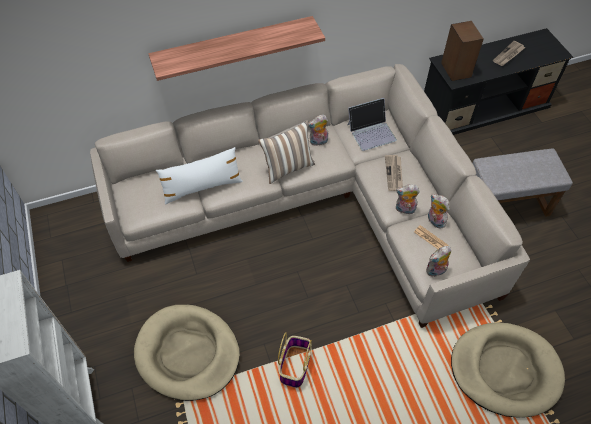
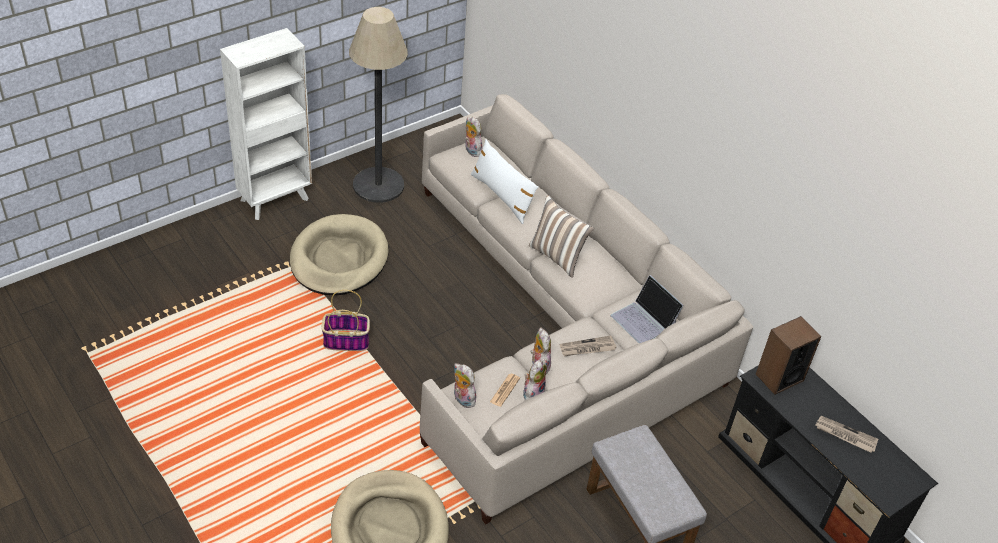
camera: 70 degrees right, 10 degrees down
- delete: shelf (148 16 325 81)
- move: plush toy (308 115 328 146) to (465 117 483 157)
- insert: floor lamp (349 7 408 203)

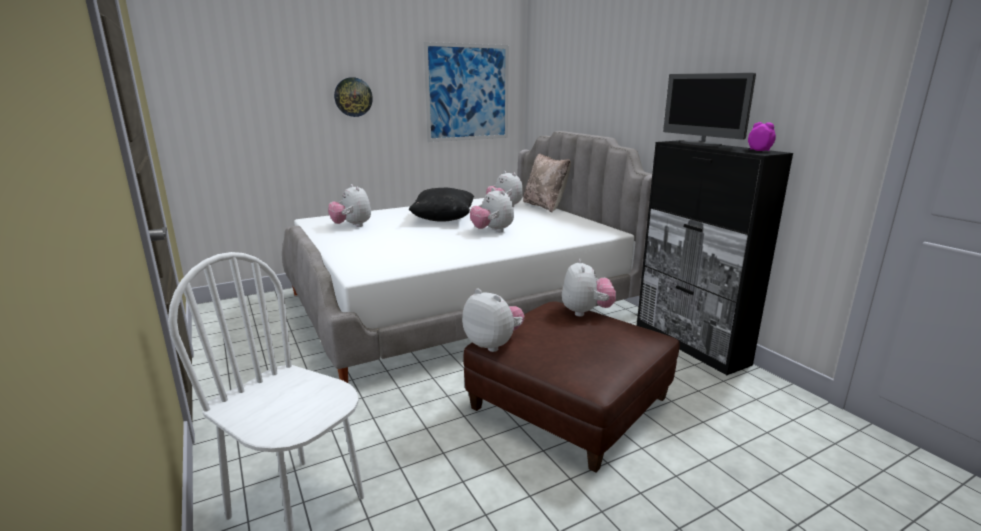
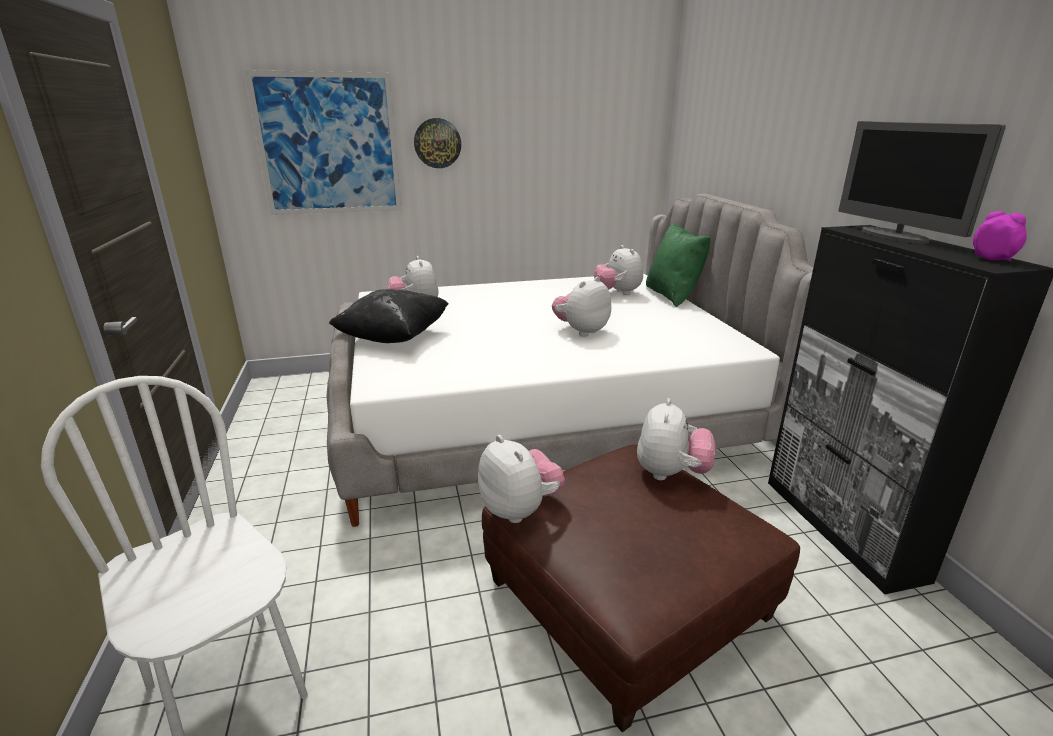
camera: 15 degrees right, 5 degrees up
- move: pillow/black (408 188 474 222) to (329 289 449 343)
- move: picture (424 42 509 142) to (245 70 402 215)
- rotate: plush toy (470 188 514 232) = (552 277 611 337) 60 degrees clockwise
- recolor: pillow/beige (523 153 571 213) to pillow/green (646 223 710 307)

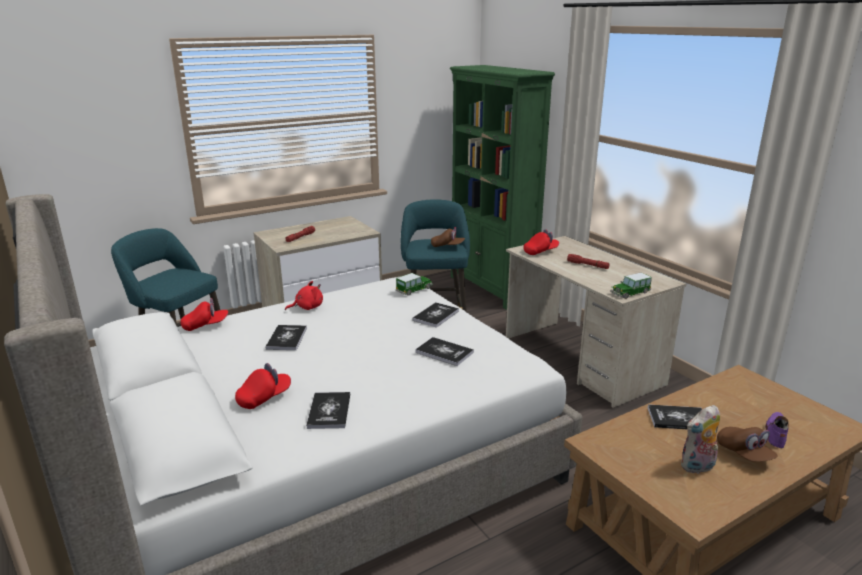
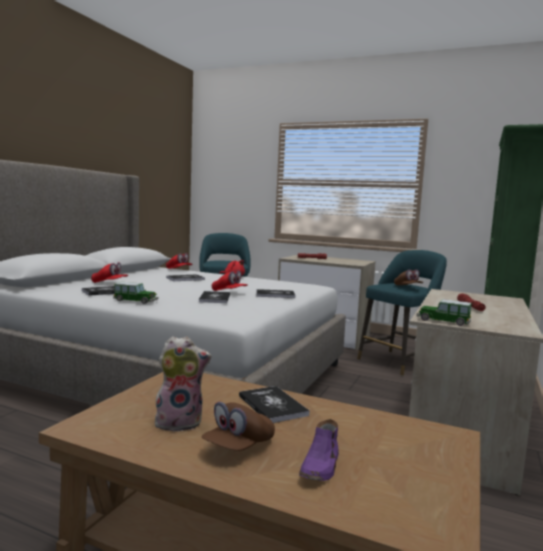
camera: 55 degrees right, 15 degrees down
- move: toy car (396 273 433 295) to (113 282 158 304)
- move: cap/red (523 229 559 255) to (212 271 248 291)
- rotate: plush toy (680 405 720 474) = (155 336 212 432) 135 degrees clockwise
- rotate: shoe/purple (765 412 789 448) = (299 419 339 481) 120 degrees clockwise

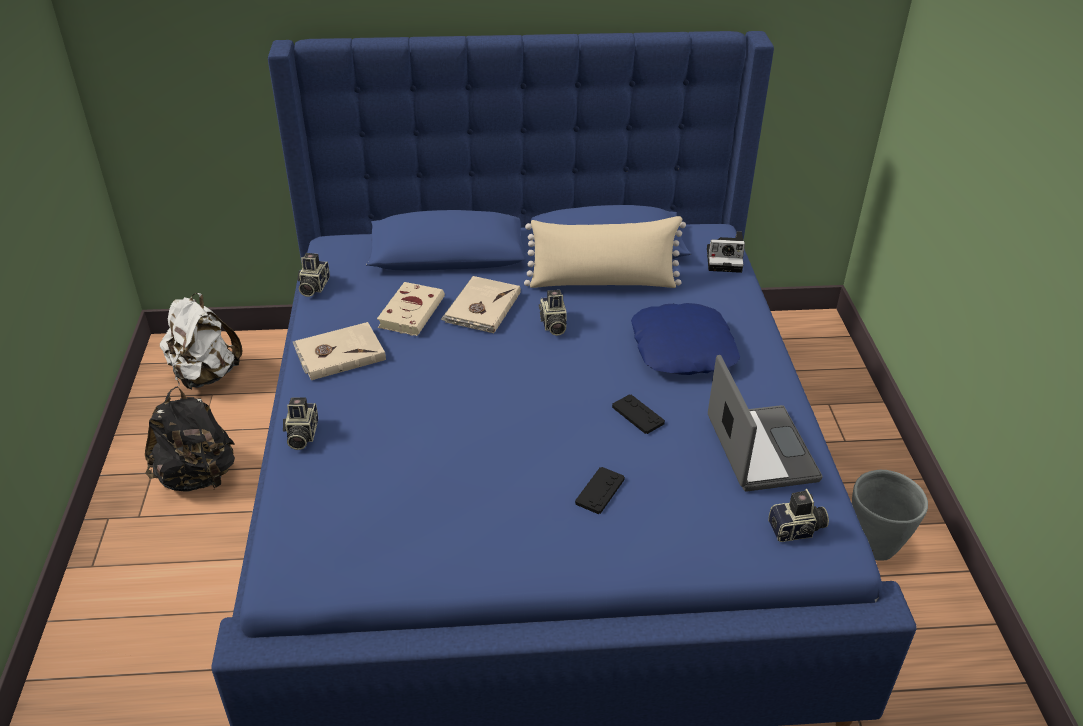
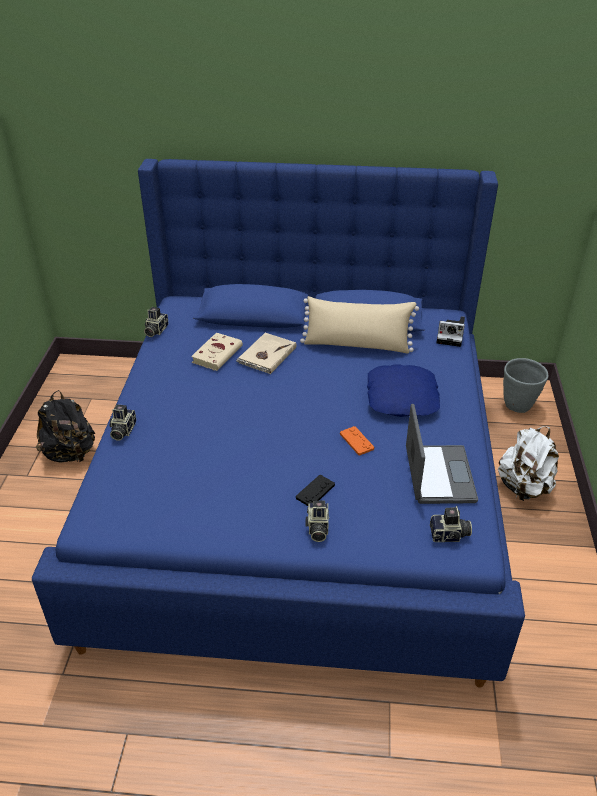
camera: 10 degrees right, 0 degrees up
- move: backpack/white (160 293 243 389) to (498 426 559 501)
- delete: book/beige (293 322 386 380)
- move: photo camera (539 290 567 336) to (306 500 329 542)
- recolor: game controller/black (612 394 665 434) to game controller/orange (340 426 374 455)
- move: planter/grey (852 470 928 561) to (503 358 548 413)

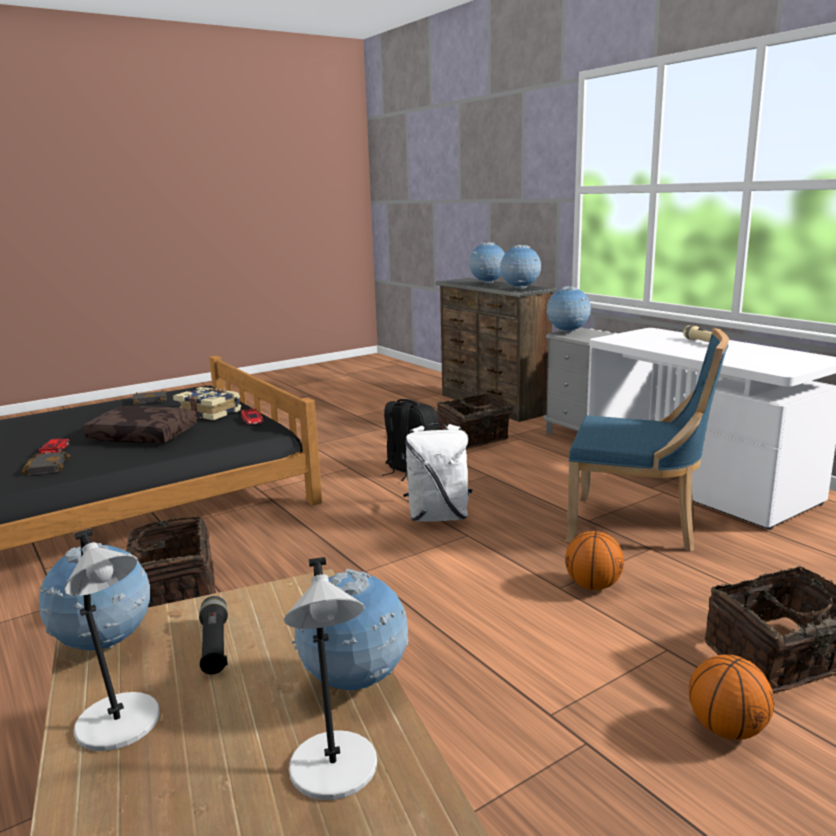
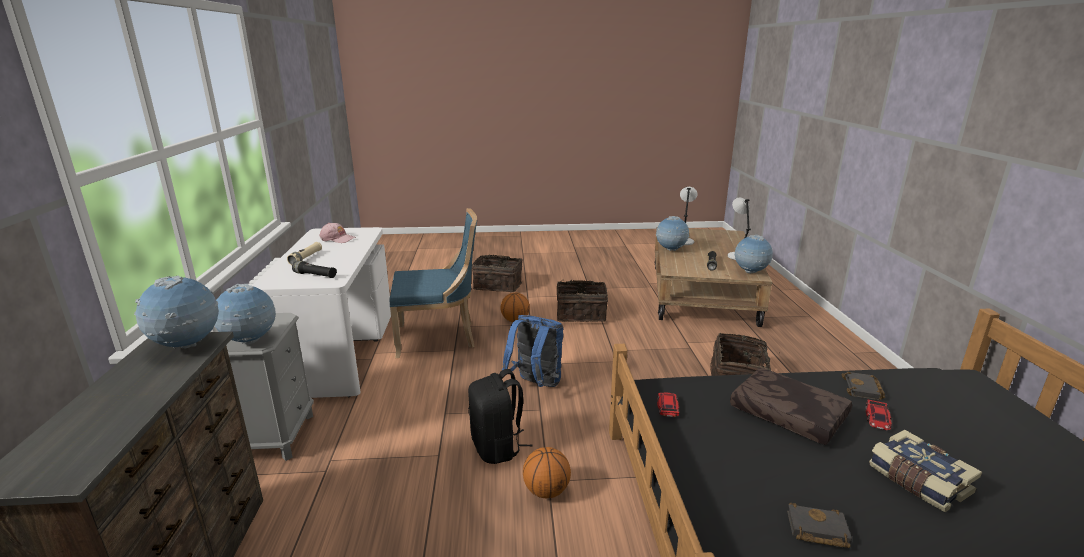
camera: 150 degrees left, 5 degrees up
- move: book (173 387 241 420) to (869 430 982 512)
- recolor: backpack/white (403 423 472 522) to backpack/blue (502 315 563 387)
- move: basket (437 393 516 449) to (557 279 608 322)
- delete: globe (469 242 505 284)
- rotate: chair/blue (565 328 729 551) = (389 208 477 358) 120 degrees clockwise
- move: basketball (689 655 774 740) to (523 447 571 499)
- insert: flashlight/black (292 261 337 278)
- insert: cap/pink (319 223 356 243)

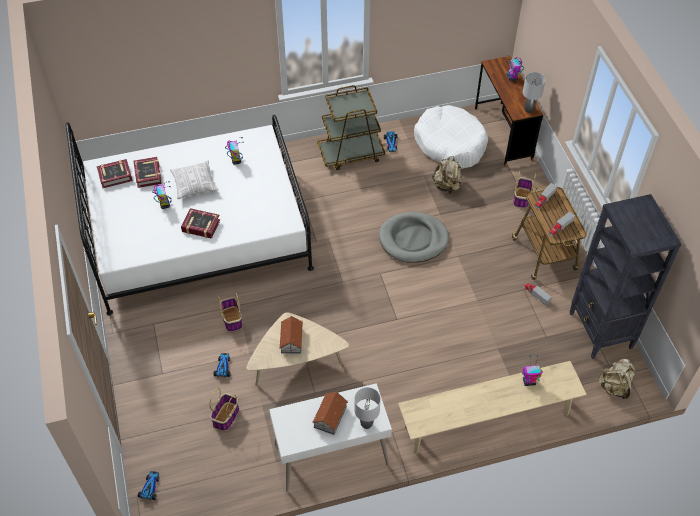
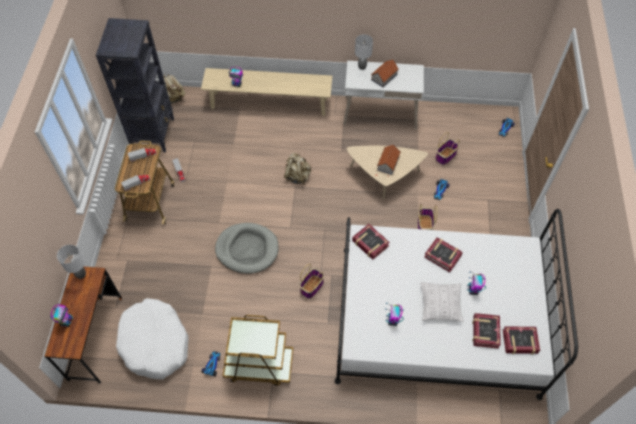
camera: 160 degrees left, 5 degrees up
- move: backpack/beige (432 156 462 194) to (284 153 311 185)
- move: basket (513 171 536 208) to (299 264 324 299)
- insert: book (352 224 390 260)

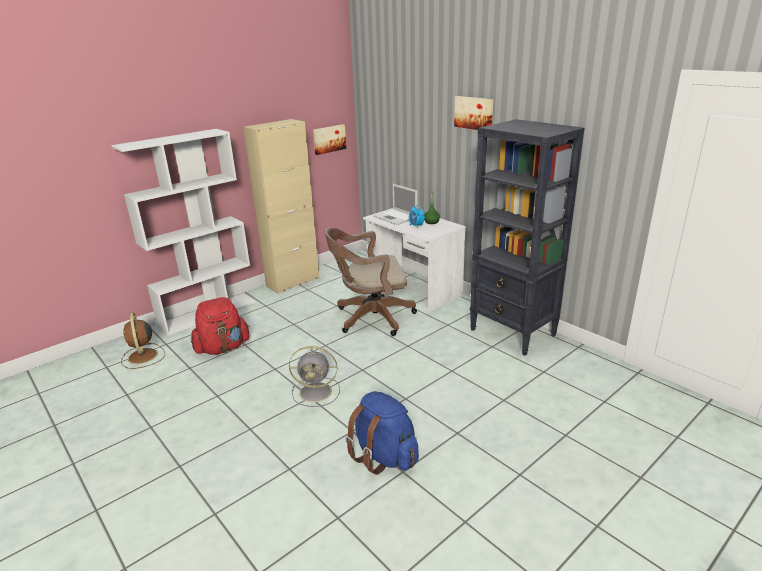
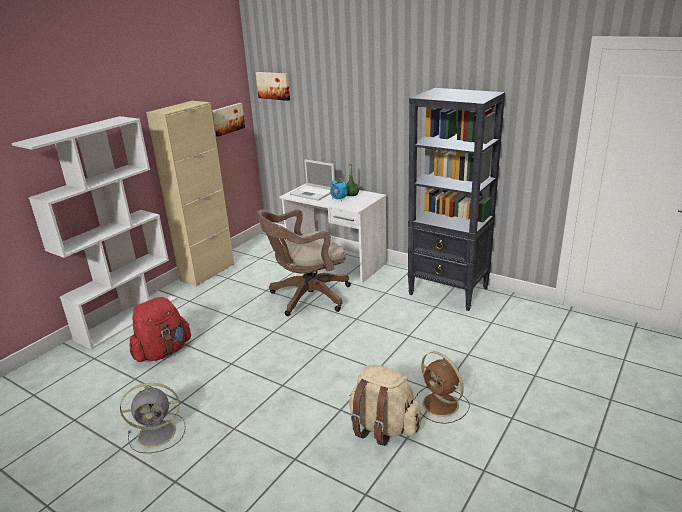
camera: 15 degrees left, 0 degrees up
- move: fan/brown (121 312 165 369) to (414 351 470 424)
- move: fan/grey (289 346 340 407) to (120 383 186 453)
- recolor: backpack/blue (346 391 419 475) to backpack/beige (349 365 421 446)
- move: picture (454 96 493 130) to (256 72 290 101)

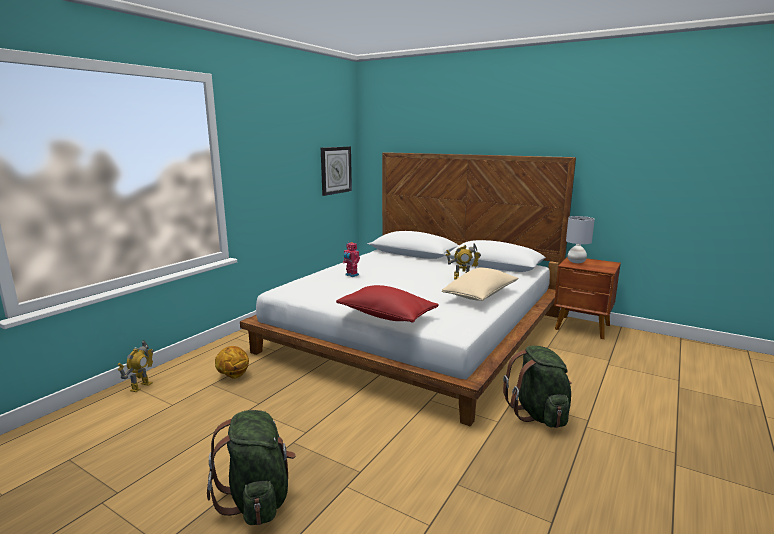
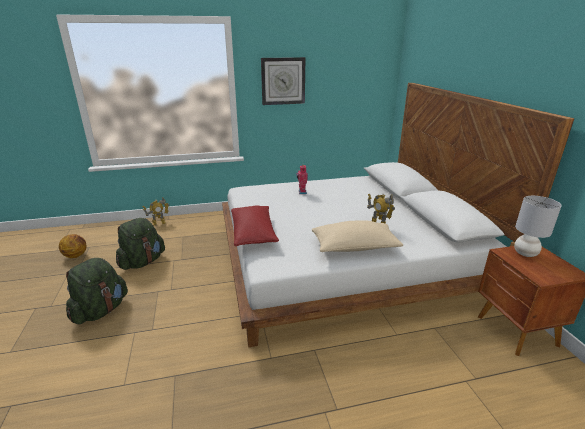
camera: 45 degrees right, 10 degrees up
- move: basketball (215 346 249 379) to (59 234 86 258)
- move: wall clock (321 147 352 196) to (261 57 305 105)
- move: backpack/green (503 345 571 428) to (116 218 165 270)

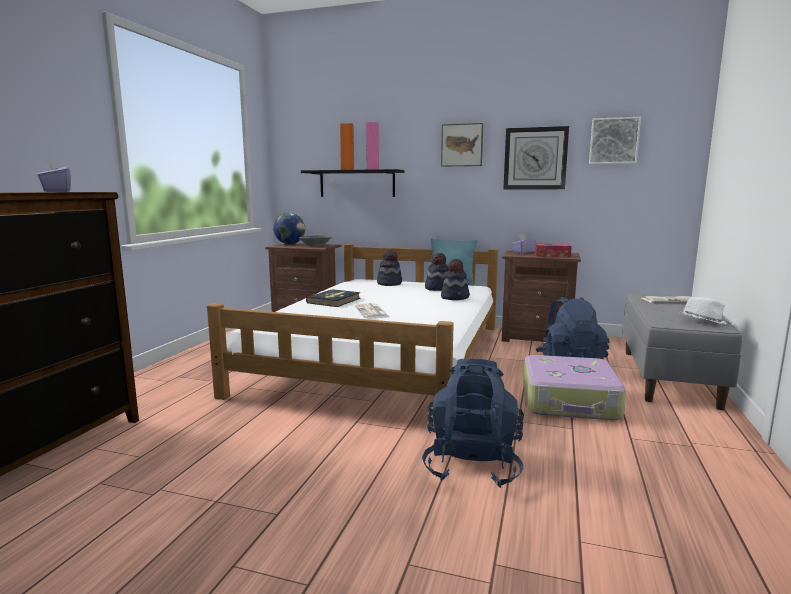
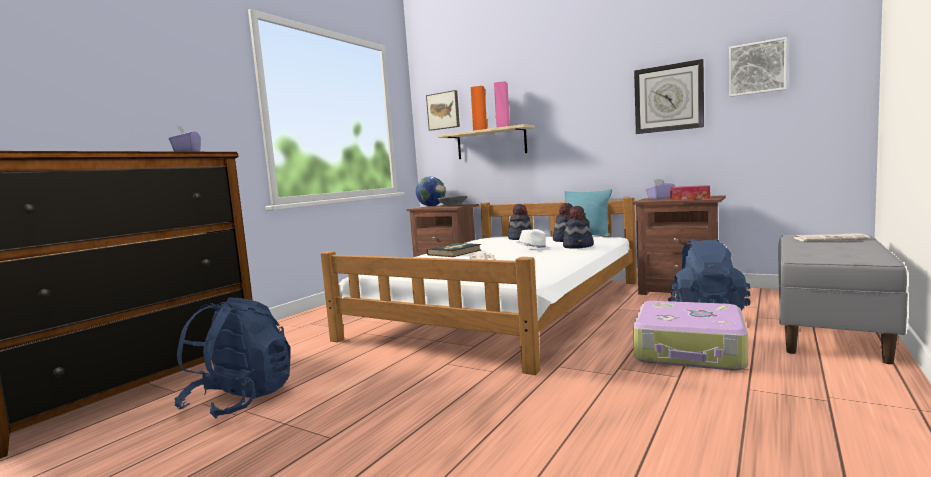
camera: 15 degrees right, 5 degrees down
- recolor: shelf/black (301 169 404 197) to shelf/beige (437 124 535 159)
- move: backpack/blue (422 358 524 488) to (175 297 291 418)
- move: picture (441 123 483 166) to (426 90 460 131)
- move: hat/white (679 297 727 324) to (516 229 549 249)

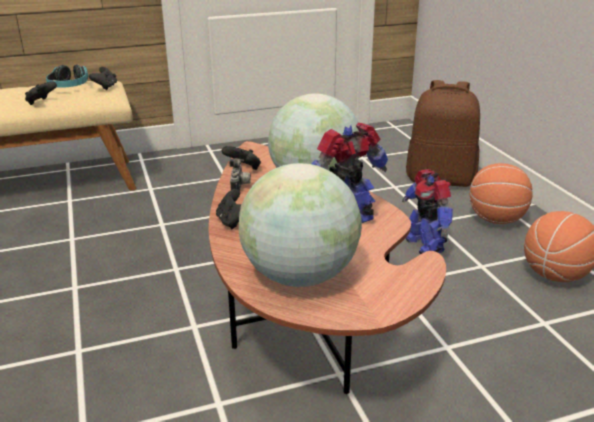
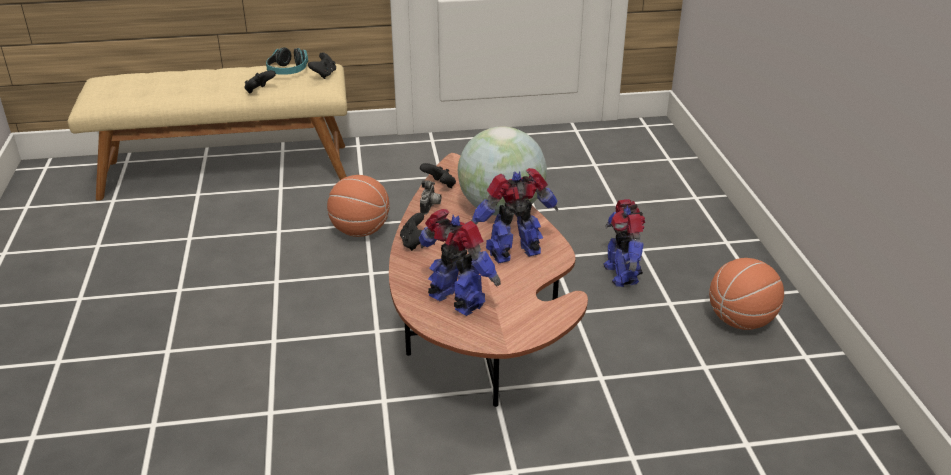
camera: 10 degrees right, 5 degrees up
- replace: globe (239 163 362 287) to toy robot (419 209 501 316)
- delete: backpack/brown (406 80 480 187)
- move: basketball (469 163 533 224) to (327 175 389 237)

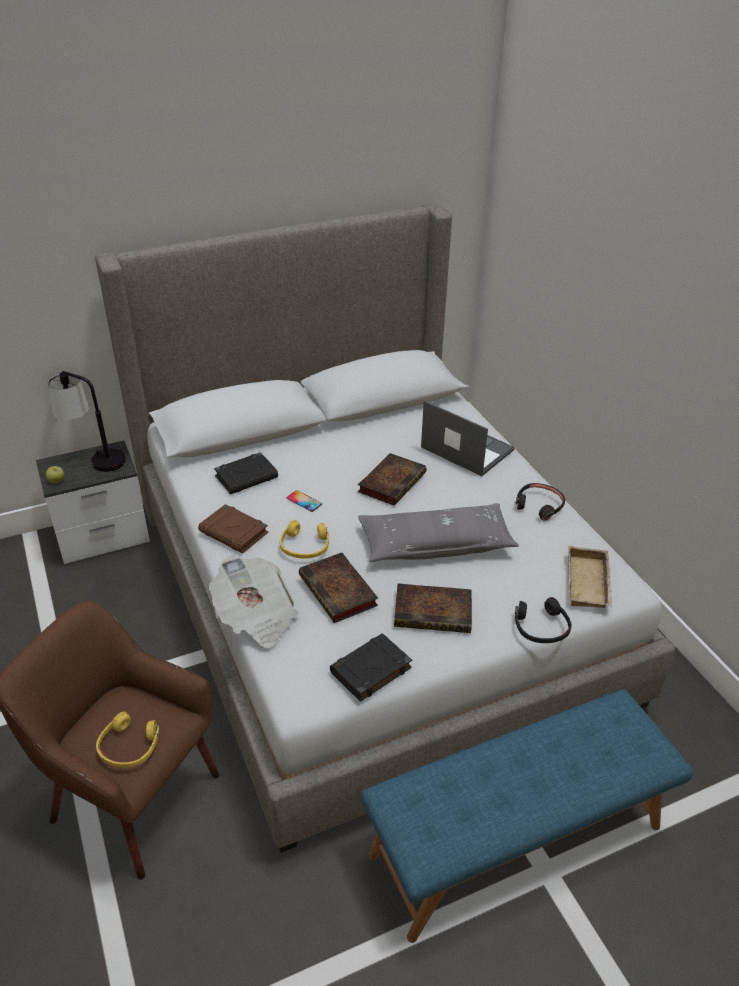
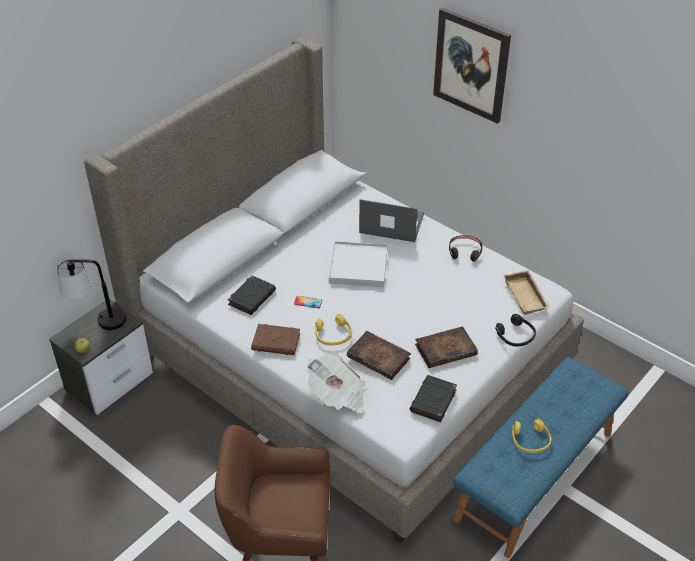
camera: 25 degrees left, 5 degrees up
- move: headphones/yellow (96 712 159 768) to (512 419 552 453)
- replace: book (358 453 427 506) to tray/white (329 241 388 287)
- delete: pillow/grey (358 503 519 562)
- insert: picture (433 8 511 124)

